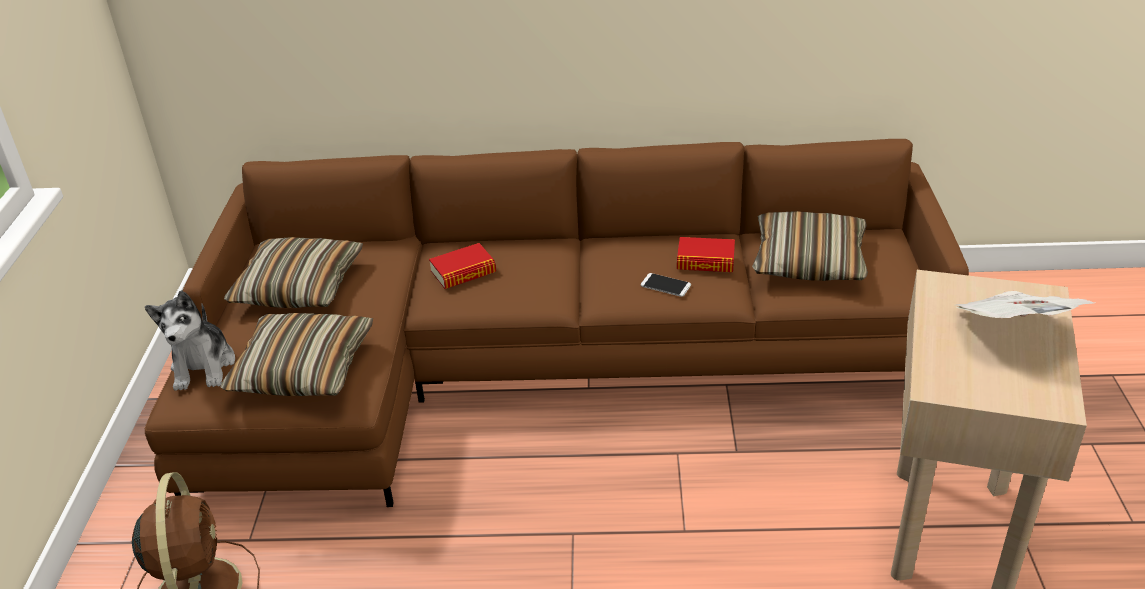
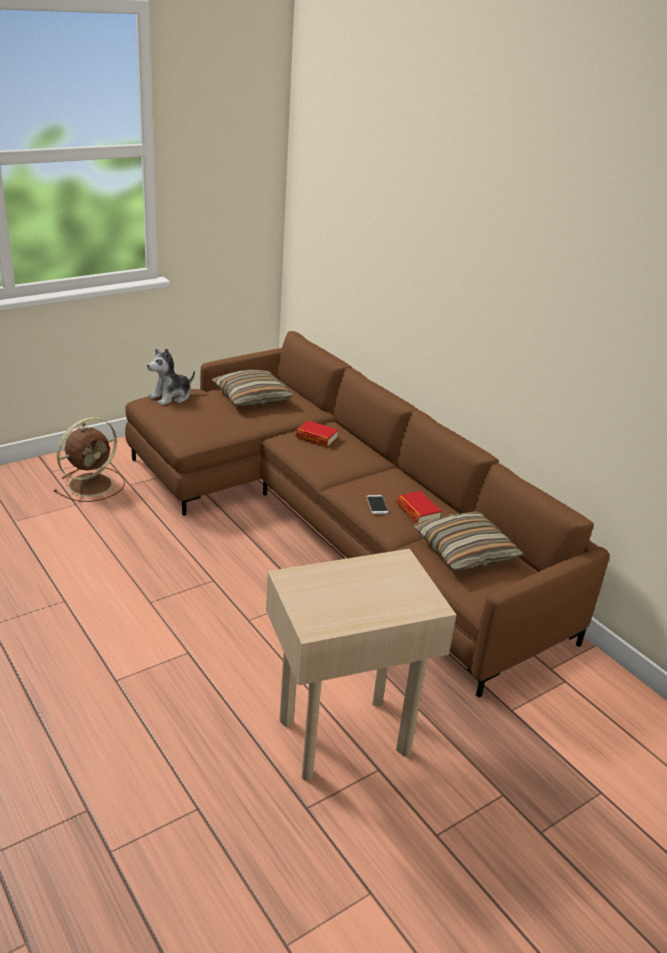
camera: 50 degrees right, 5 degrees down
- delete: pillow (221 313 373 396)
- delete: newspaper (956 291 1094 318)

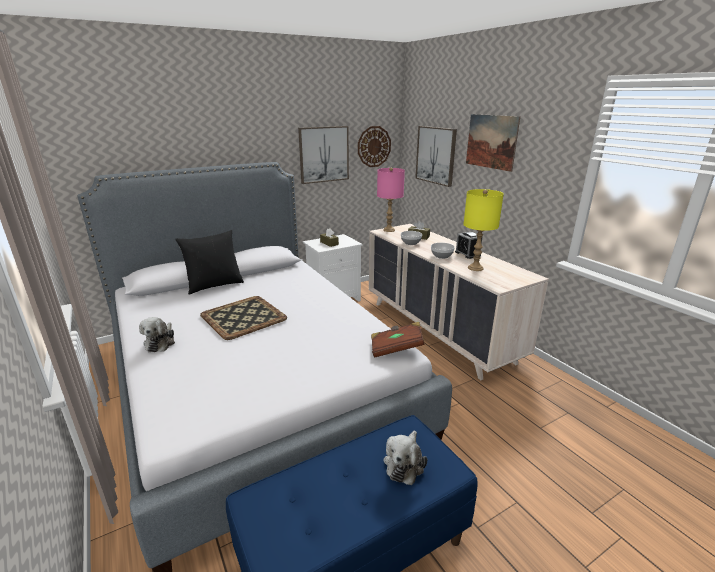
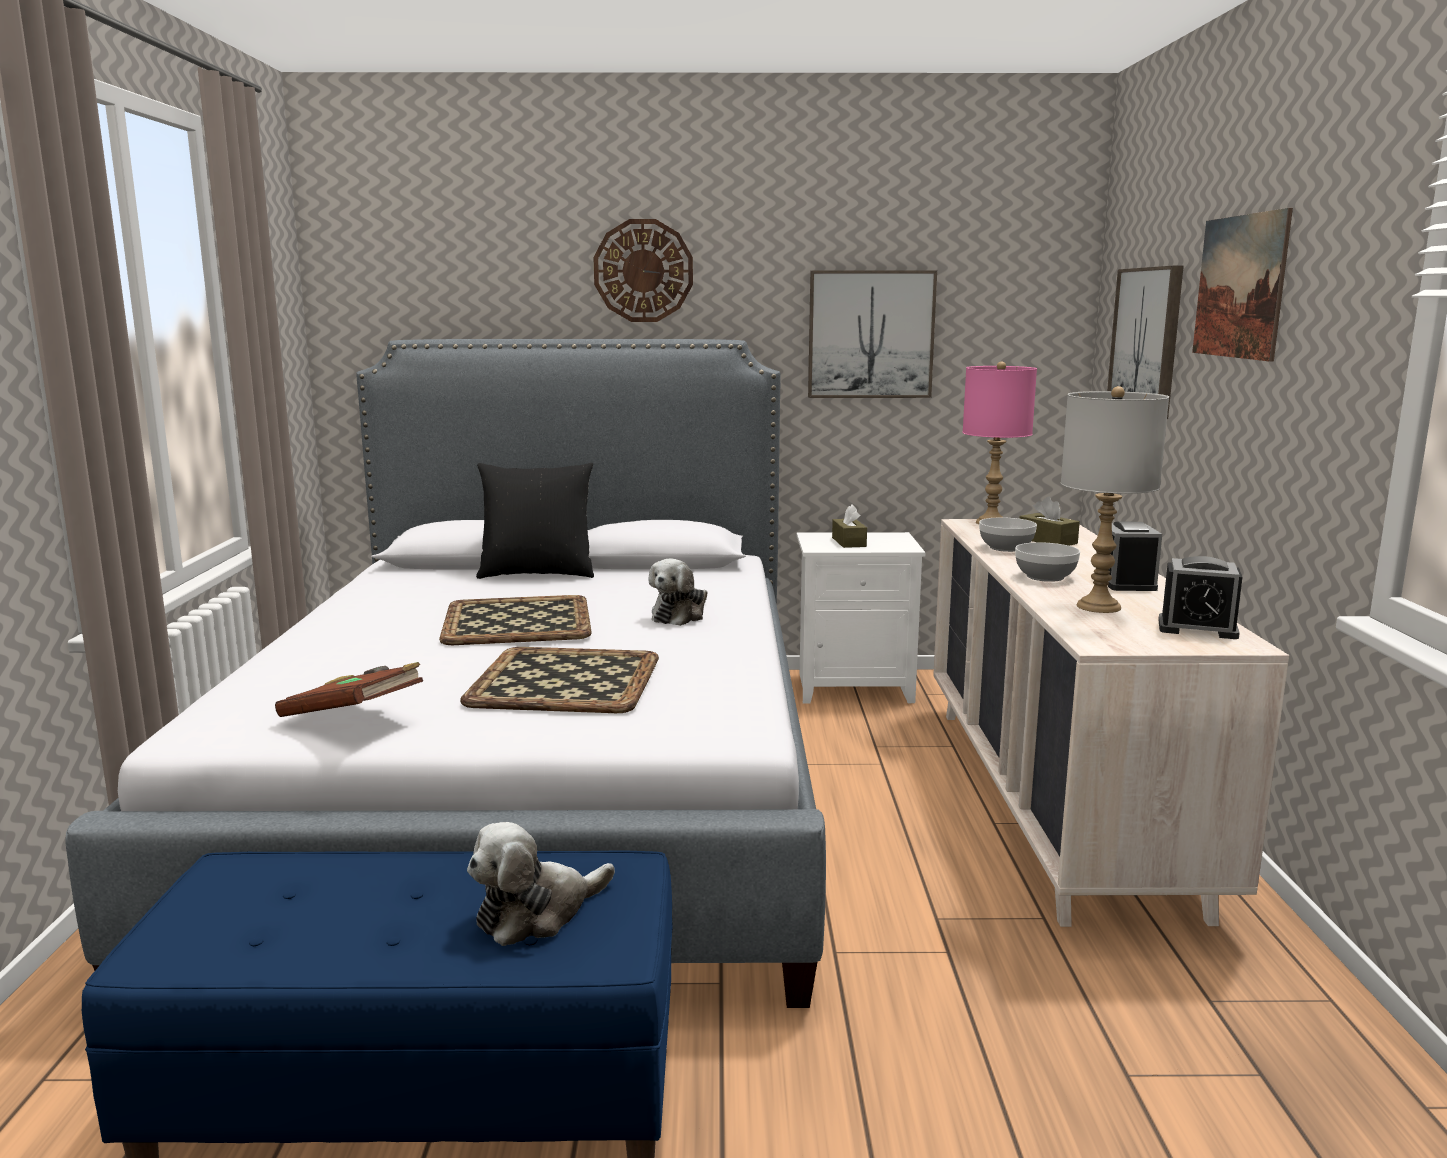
camera: 30 degrees right, 10 degrees down
- move: plush toy (139 317 175 352) to (648 558 707 626)
- move: wall clock (358 126 391 167) to (593 219 693 322)
- move: book/brown (371 322 425 358) to (275 662 423 717)
- recolor: table lamp/yellow (463 189 504 271) to table lamp/grey (1061 386 1169 613)
- insert: tray (460 647 659 713)
- insert: alarm clock (1158 556 1243 639)

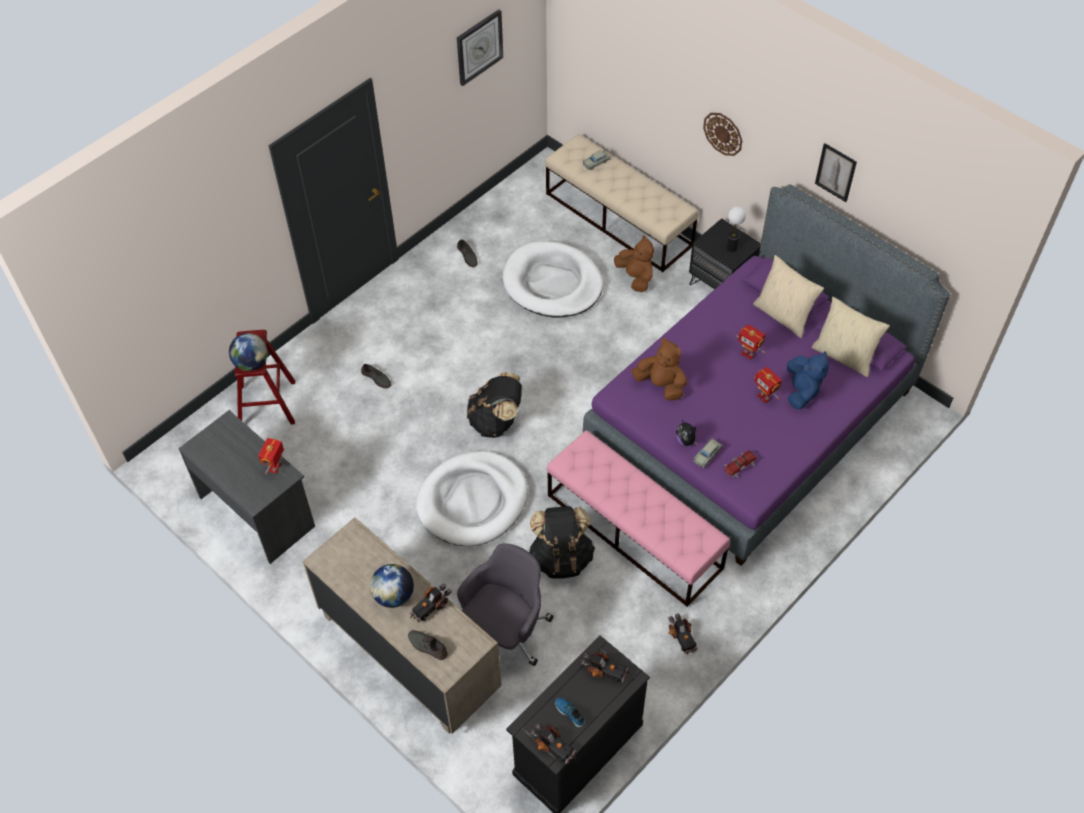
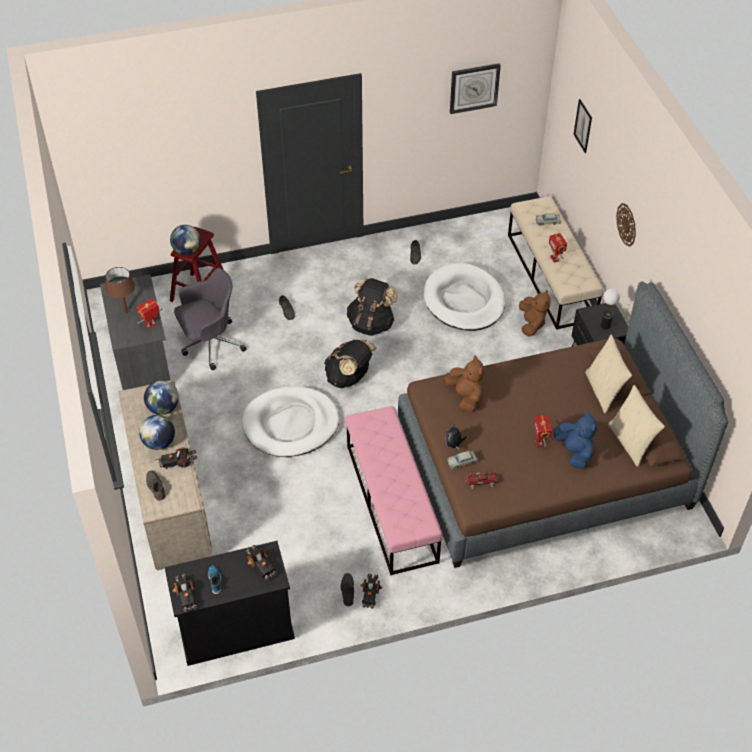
camera: 30 degrees right, 5 degrees down
- move: office chair/grey (457 543 554 666) to (174 268 247 370)
- move: backpack/black (528 506 595 578) to (347 278 398 336)
- recolor: bed/purple (583 185 950 566) to bed/brown (398 282 728 568)
- move: toy robot (735 324 766 360) to (549 233 567 263)
- rotate: plush toy/blue (787 351 829 409) = (553 411 597 469) 60 degrees counterclockwise
- move: picture (815 143 857 202) to (573 99 592 153)
- insert: table lamp/brown (105 267 135 314)
- insert: globe (144 381 179 415)
- insert: shoe/grey (340 573 354 606)

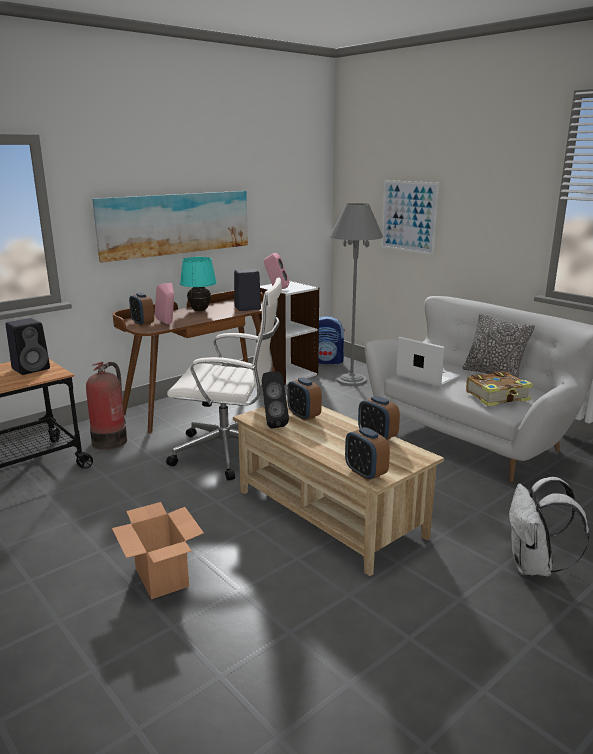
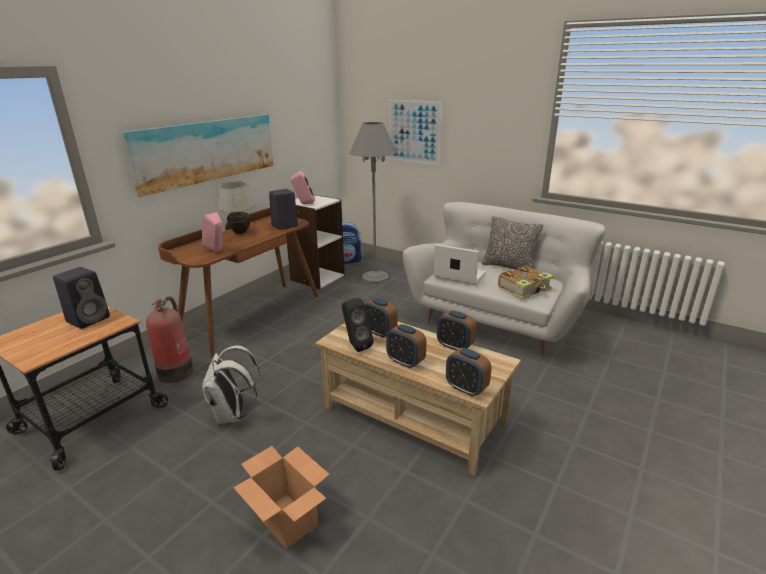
camera: 15 degrees left, 5 degrees up
- move: alarm clock (129 292 154 326) to (386 324 426 368)
- delete: office chair/white (166 277 282 481)
- recolor: table lamp/turquoise (180 257 217 311) to table lamp/white (219 181 255 234)
- move: backpack/white (509 477 589 576) to (202 345 260 424)

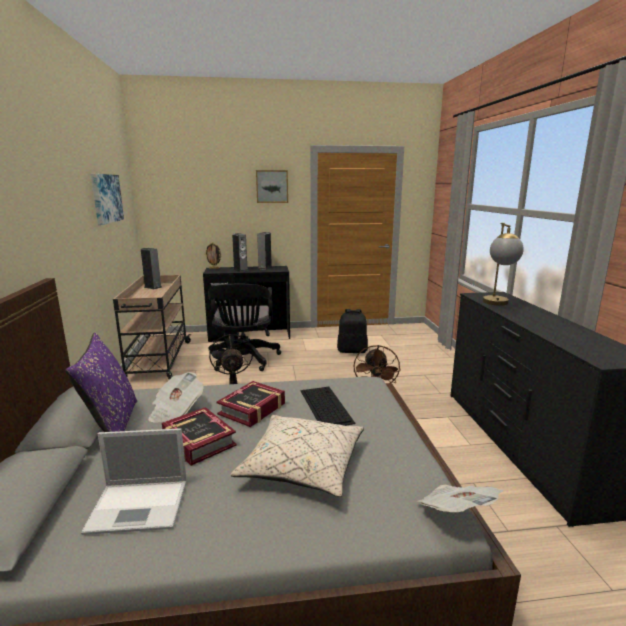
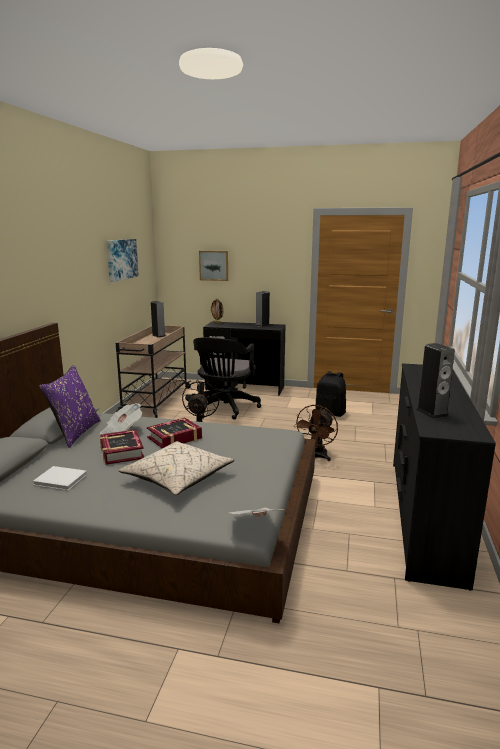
camera: 20 degrees right, 0 degrees up
- replace: laptop (81 428 187 535) to book/white (33 466 87 490)
- move: speaker (232 233 248 272) to (416 343 455 419)
- move: picture (256 170 288 203) to (199 251 228 281)
- delete: keyboard (300 387 356 426)
- delete: table lamp (483 223 524 306)

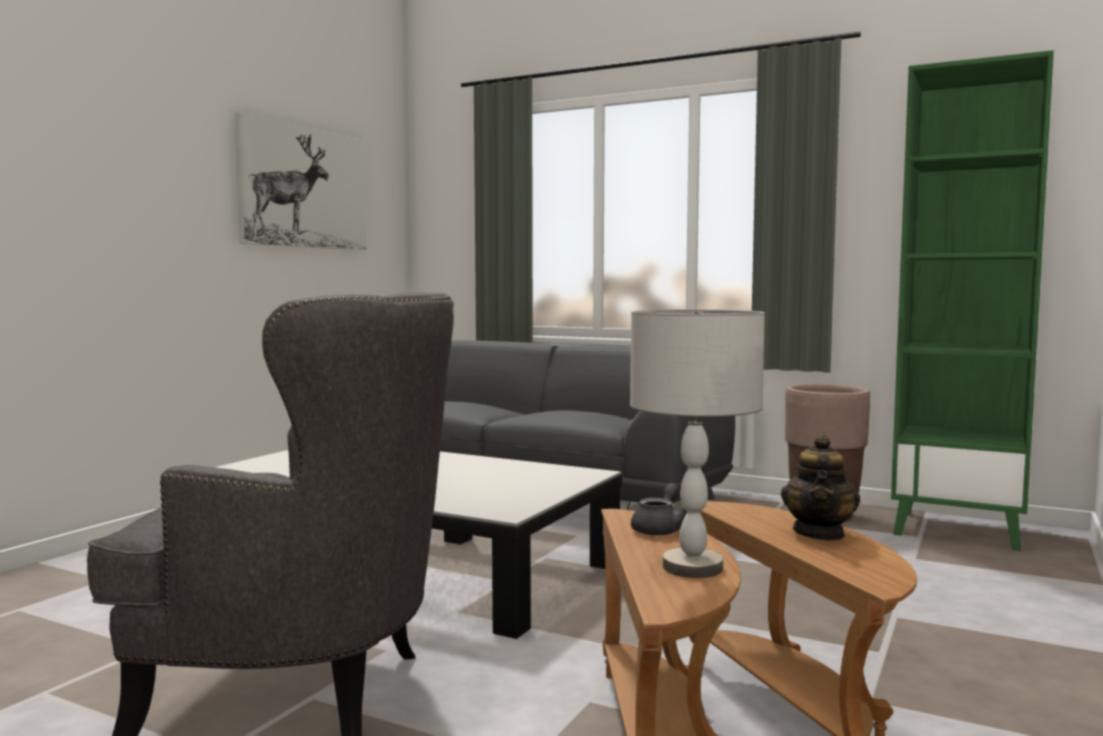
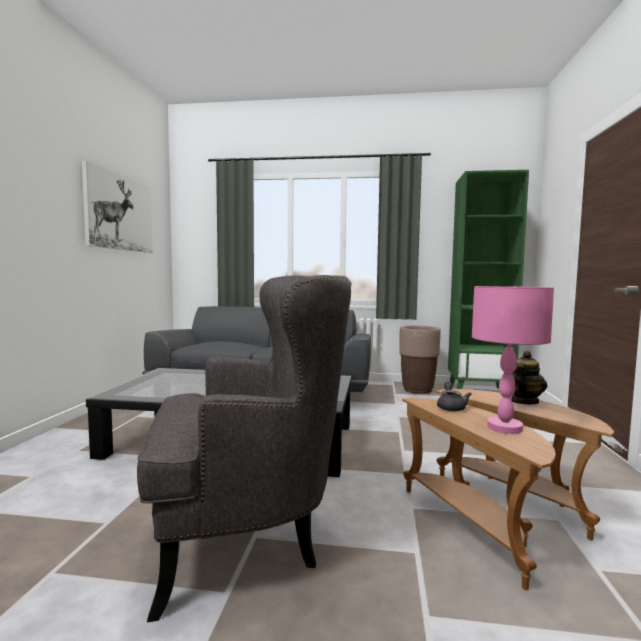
camera: 20 degrees left, 0 degrees up
- recolor: table lamp/grey (630 310 765 578) to table lamp/pink (472 286 554 434)
- rotate: teapot (781 434 860 541) = (511 351 547 404) 135 degrees counterclockwise

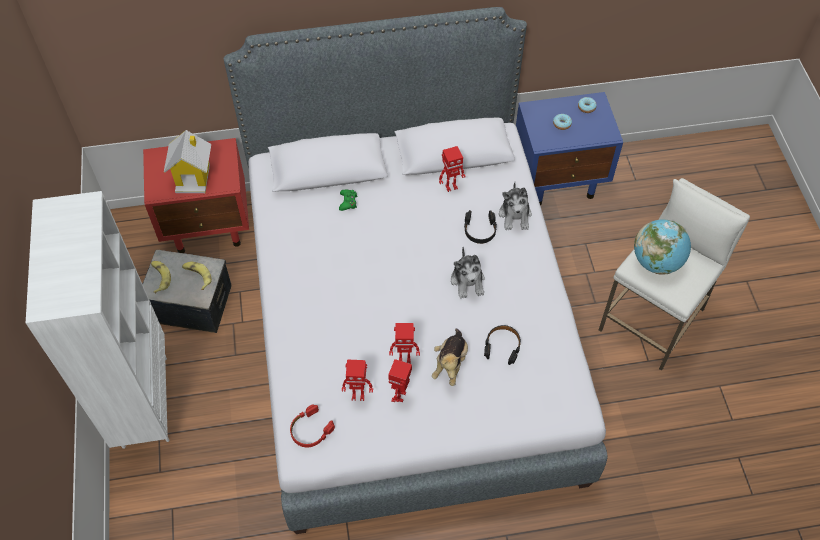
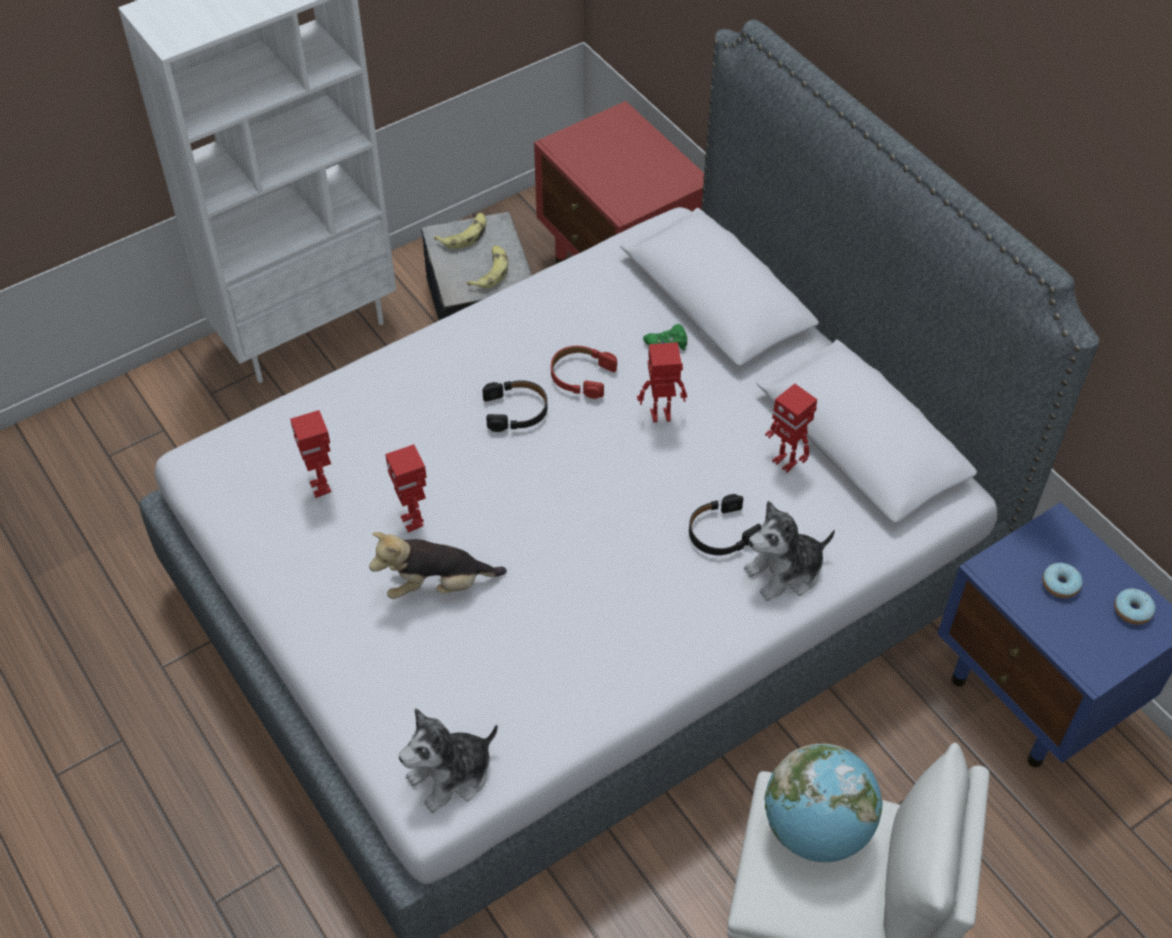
camera: 65 degrees right, 5 degrees down
- delete: toy house (164 130 211 193)
- move: headphones/red (290 404 335 447) to (551 346 617 399)
- move: toy robot (388 359 412 402) to (637 342 687 423)
- move: plush toy (451 247 485 299) to (399 708 498 813)
- move: headphones/black (484 325 521 365) to (482 380 547 432)

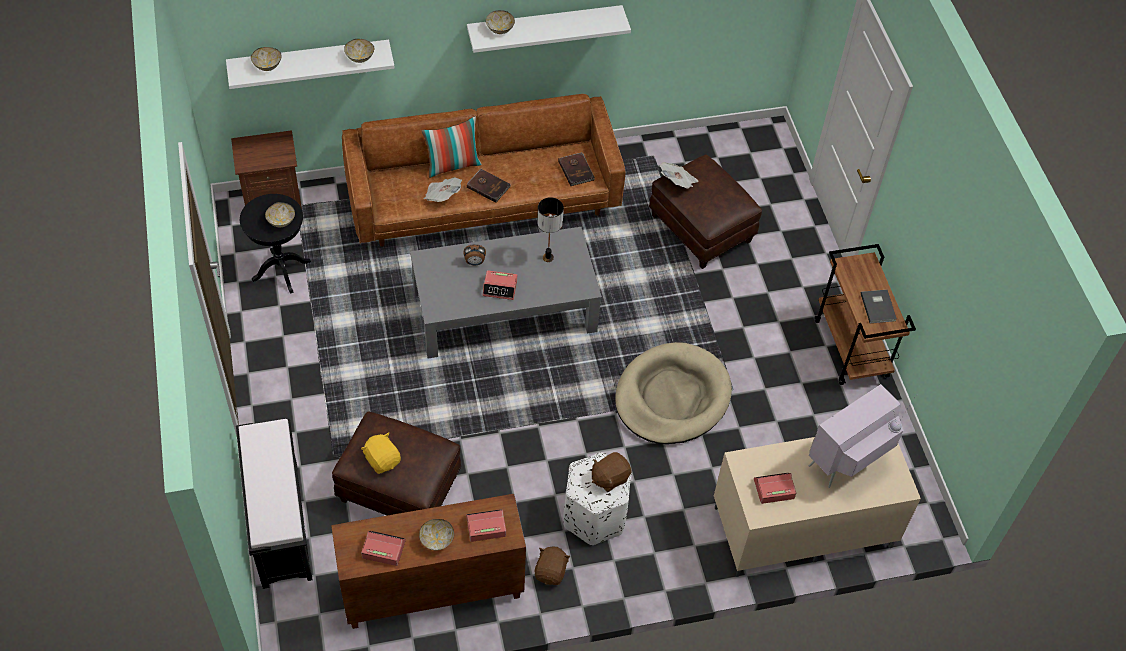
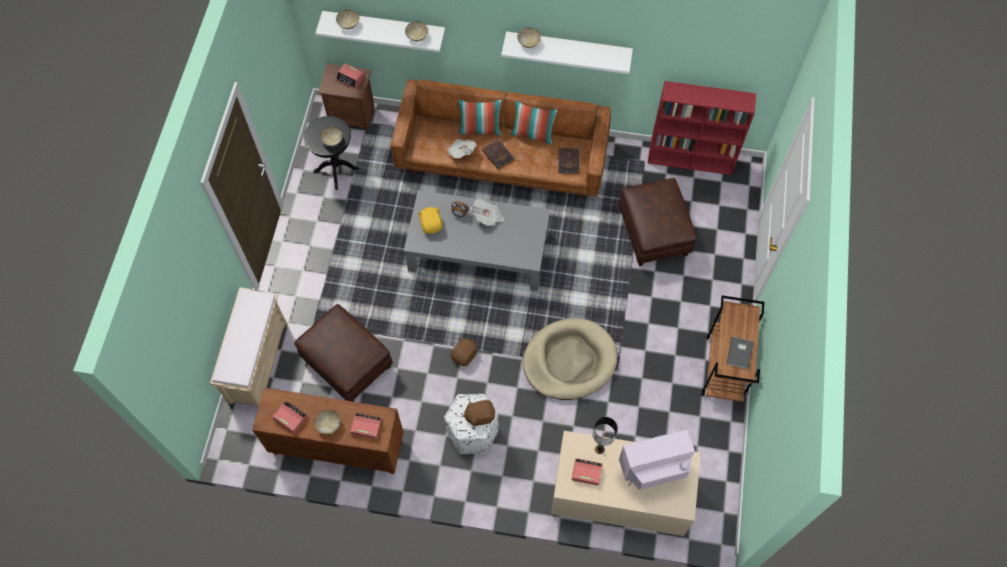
camera: 25 degrees right, 10 degrees up
- recolor: bench/black (236 419 313 589) to bench/beige (210 287 287 407)
- move: plush toy/yellow (361 432 401 474) to (417 207 442 234)
- move: alarm clock (483 270 517 300) to (336 63 365 89)
- move: plush toy/brown (535 546 571 585) to (451 337 478 366)
- move: table lamp (537 197 564 262) to (593 417 618 454)
- move: newspaper (660 162 698 189) to (471 198 504 226)
- insert: pillow (511 100 558 144)
- insert: bookcase/red (648 81 756 175)

